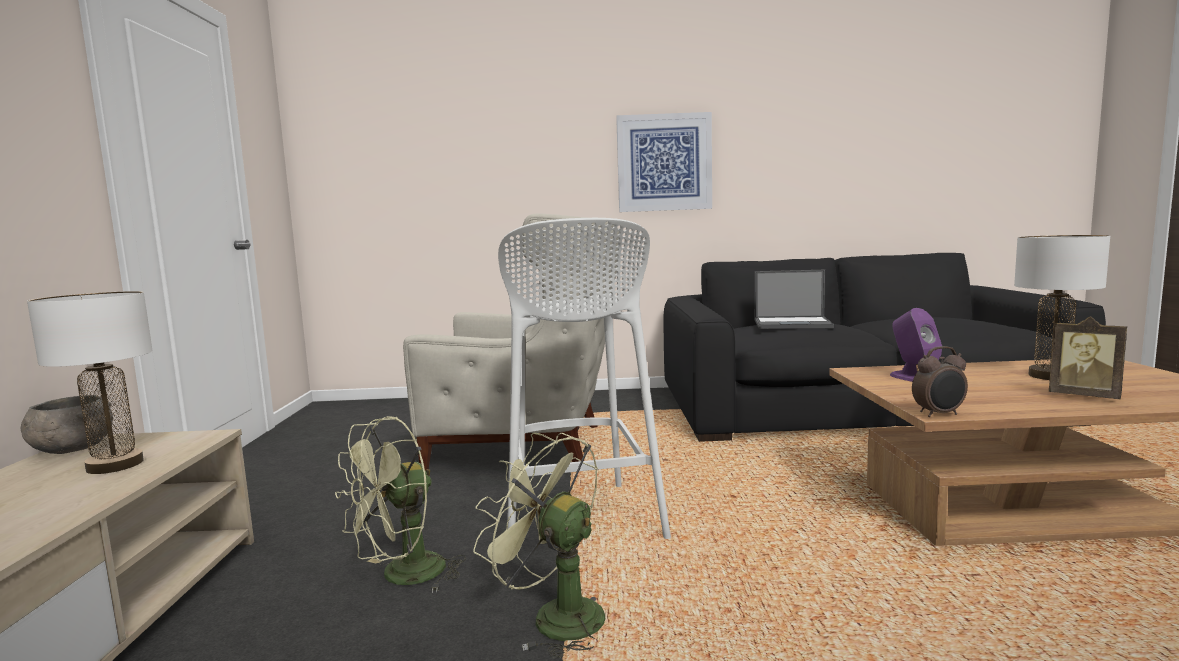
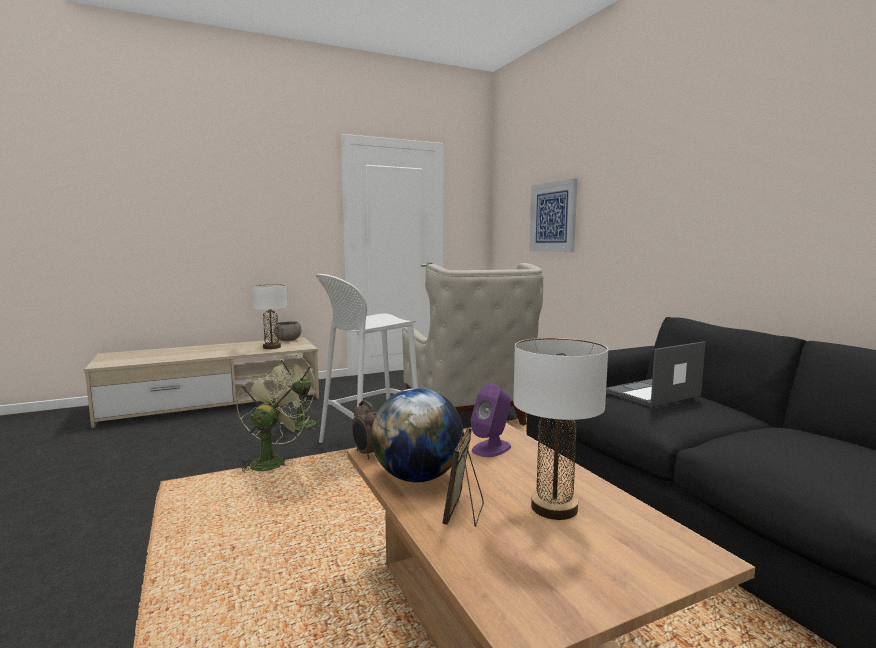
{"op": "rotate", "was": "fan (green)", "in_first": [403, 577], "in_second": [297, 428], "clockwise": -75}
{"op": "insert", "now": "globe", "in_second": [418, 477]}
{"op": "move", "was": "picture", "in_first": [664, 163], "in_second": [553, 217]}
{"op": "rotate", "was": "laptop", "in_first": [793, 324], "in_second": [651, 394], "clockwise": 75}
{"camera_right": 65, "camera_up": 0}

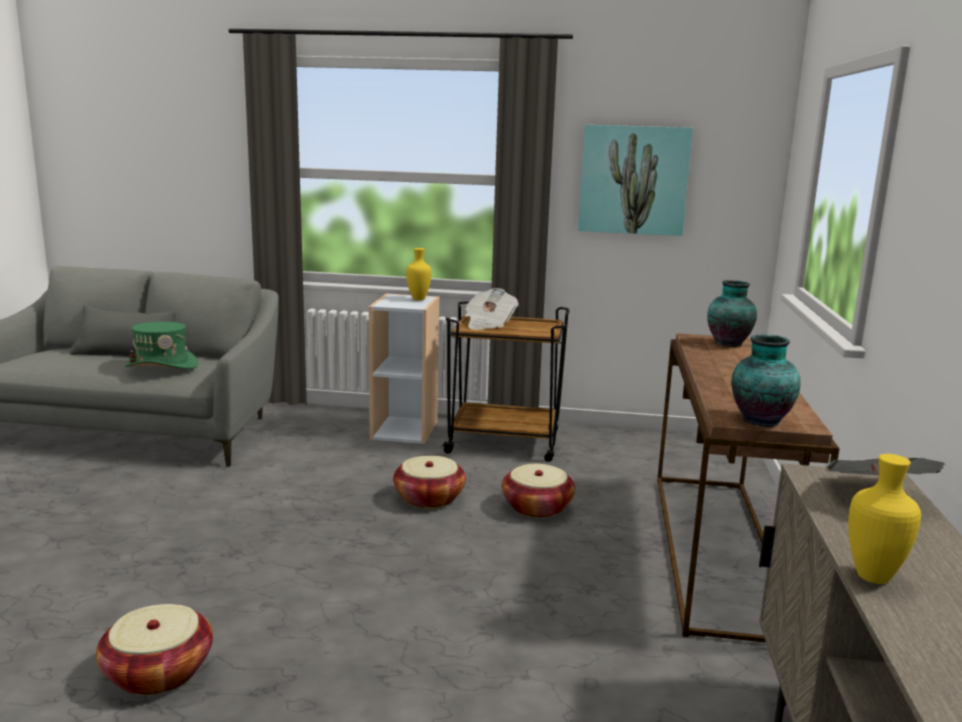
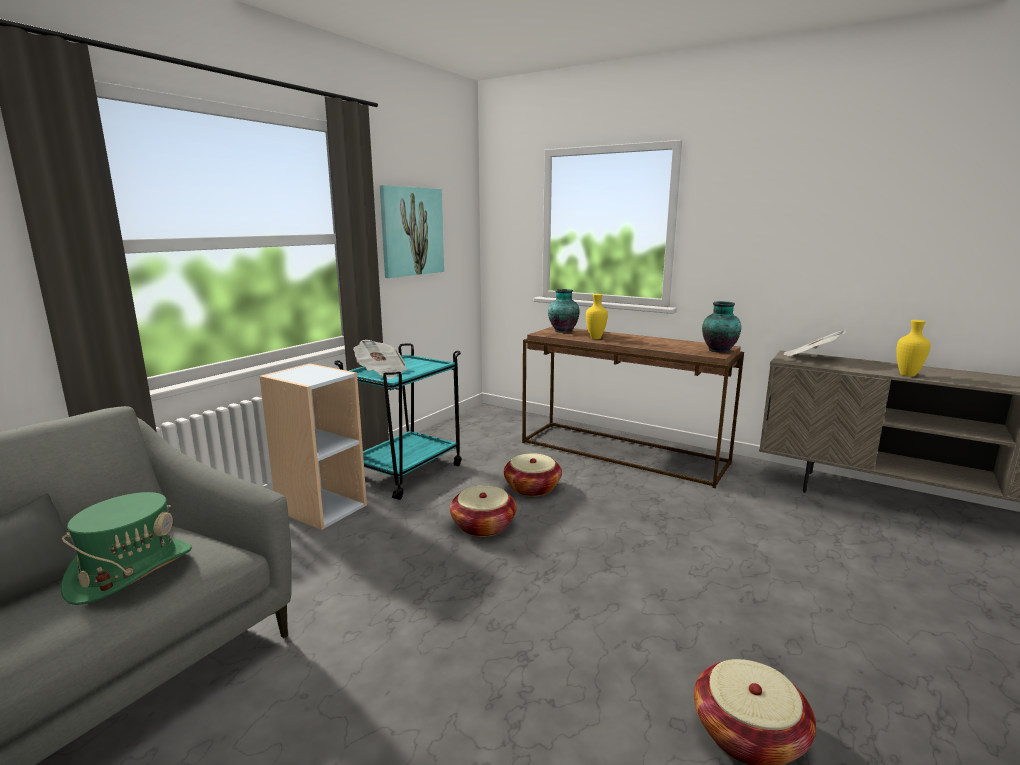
{"op": "recolor", "was": "cart (brown)", "now": "cart (turquoise)", "in_first": [504, 443], "in_second": [406, 472]}
{"op": "move", "was": "vase (yellow)", "in_first": [418, 299], "in_second": [595, 338]}
{"camera_right": -65, "camera_up": 0}

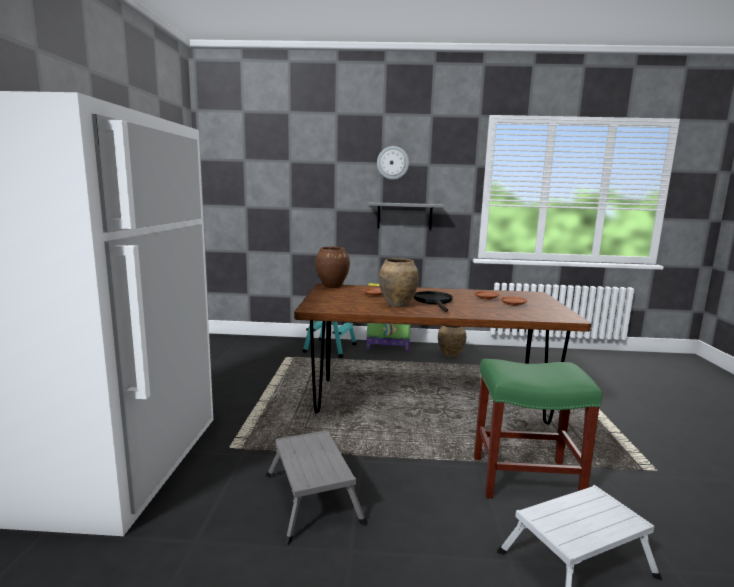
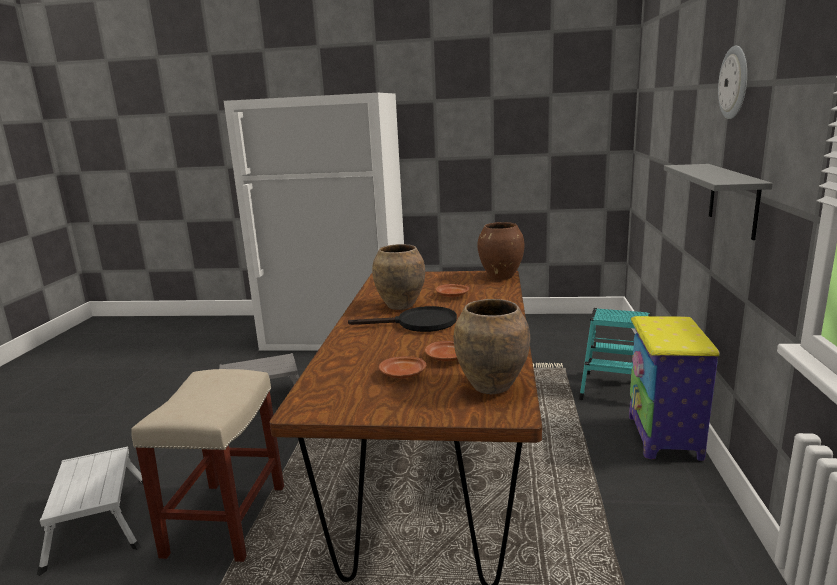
{"op": "recolor", "was": "stool (green)", "now": "stool (beige)", "in_first": [524, 479], "in_second": [226, 519]}
{"op": "move", "was": "vase (brown)", "in_first": [450, 355], "in_second": [491, 386]}
{"camera_right": 95, "camera_up": 5}

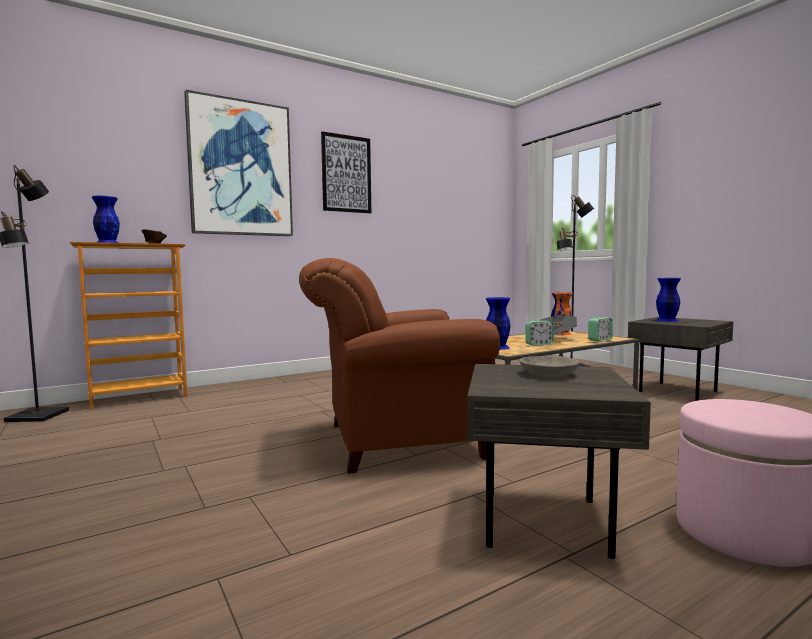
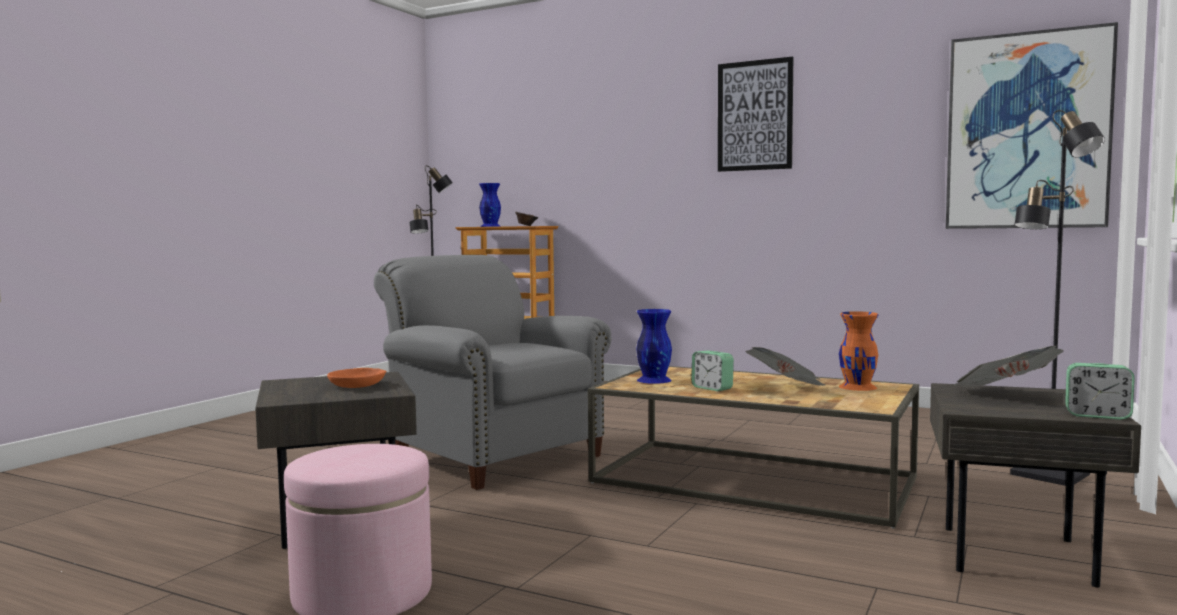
{"op": "recolor", "was": "bowl (grey)", "now": "bowl (orange)", "in_first": [548, 373], "in_second": [358, 385]}
{"op": "recolor", "was": "armchair (brown)", "now": "armchair (grey)", "in_first": [394, 441], "in_second": [491, 455]}
{"op": "move", "was": "picture", "in_first": [240, 169], "in_second": [1027, 131]}
{"op": "replace", "was": "vase (blue)", "now": "newspaper", "in_first": [666, 320], "in_second": [1004, 395]}
{"op": "move", "was": "alarm clock", "in_first": [600, 340], "in_second": [1097, 415]}
{"camera_right": 60, "camera_up": 0}

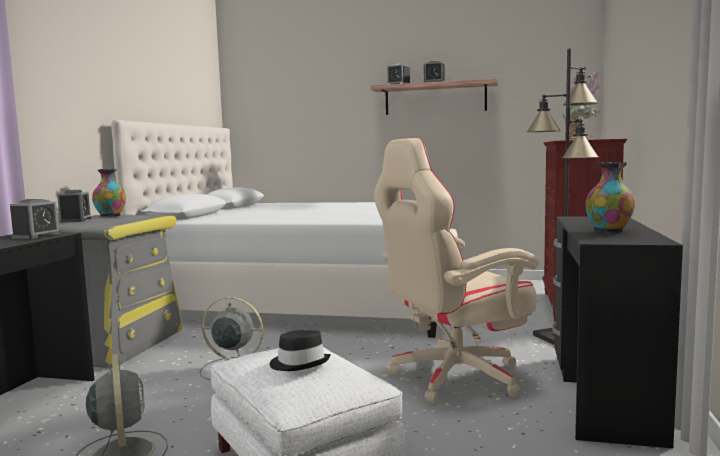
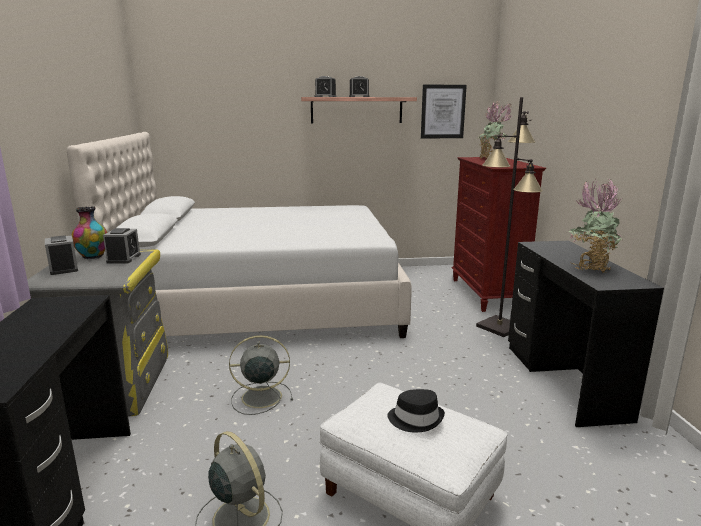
{"op": "move", "was": "alarm clock", "in_first": [36, 235], "in_second": [124, 258]}
{"op": "insert", "now": "picture", "in_second": [443, 111]}
{"op": "replace", "was": "vase", "now": "potted plant", "in_first": [609, 231], "in_second": [590, 268]}
{"op": "delete", "was": "office chair (beige)", "in_first": [456, 377]}
{"camera_right": -20, "camera_up": 10}

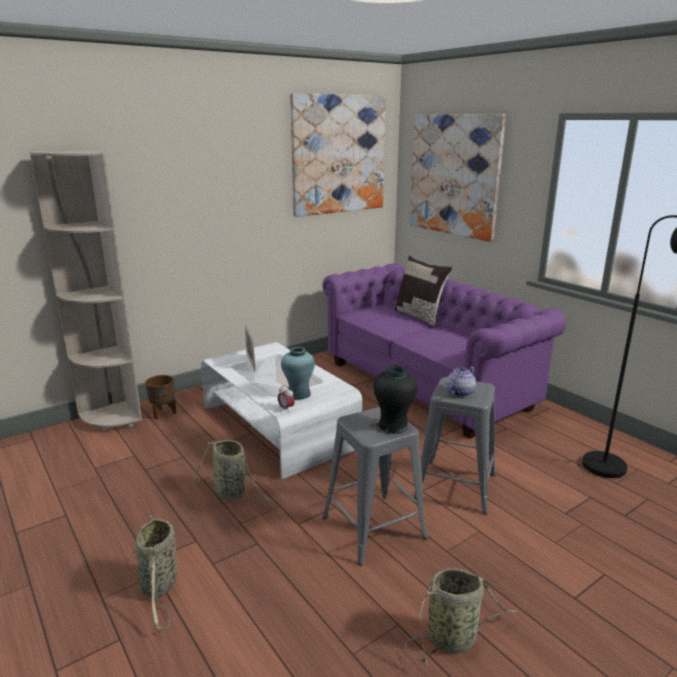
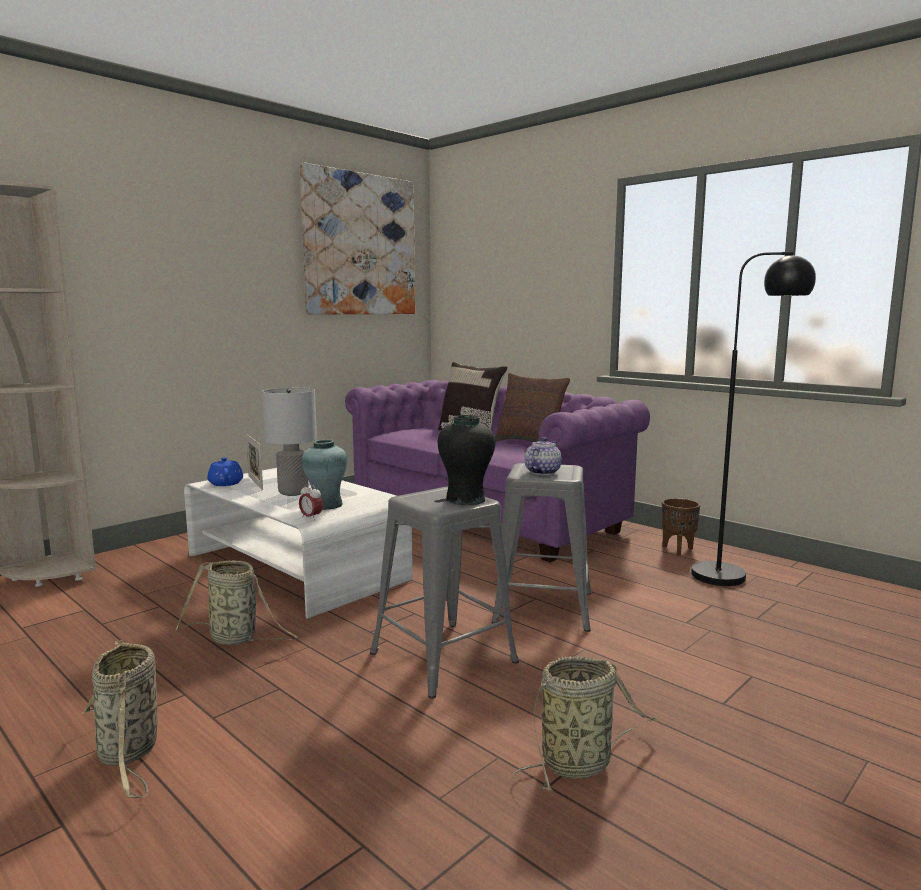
{"op": "insert", "now": "teapot (blue)", "in_second": [225, 483]}
{"op": "insert", "now": "table lamp (grey)", "in_second": [293, 494]}
{"op": "insert", "now": "pillow (brown)", "in_second": [530, 443]}
{"op": "move", "was": "planter (brown)", "in_first": [164, 413], "in_second": [678, 550]}
{"op": "delete", "was": "picture", "in_first": [454, 175]}
{"camera_right": -10, "camera_up": -10}

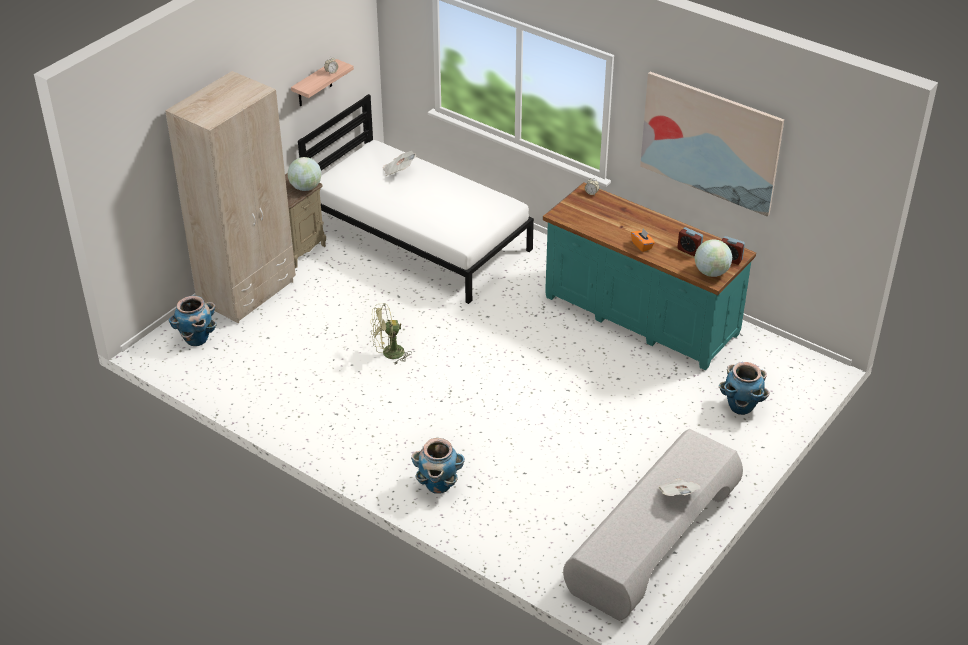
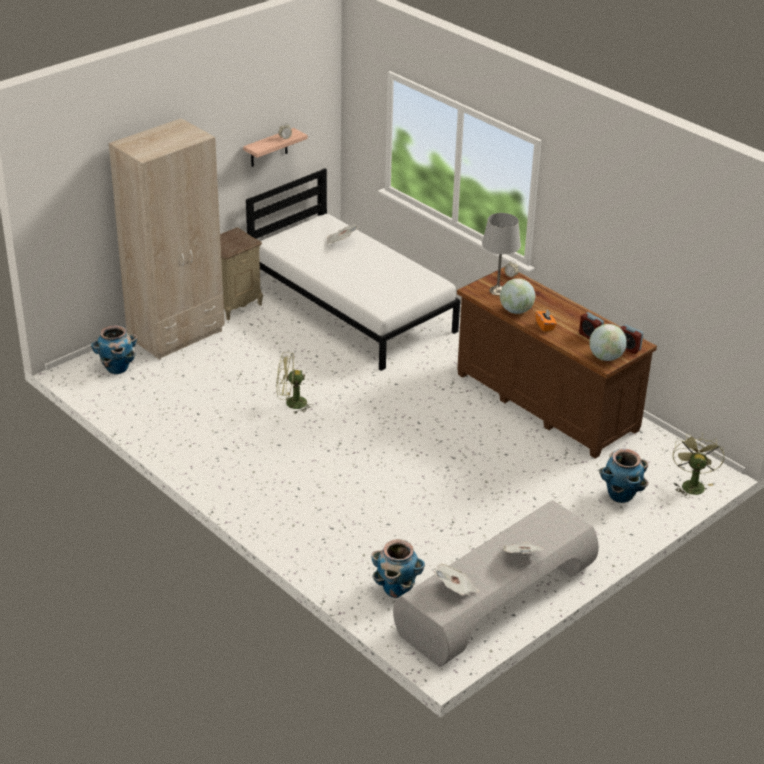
{"op": "move", "was": "planter", "in_first": [438, 485], "in_second": [397, 589]}
{"op": "insert", "now": "newspaper", "in_second": [456, 589]}
{"op": "recolor", "was": "dresser (turquoise)", "now": "dresser (brown)", "in_first": [641, 316], "in_second": [546, 403]}
{"op": "insert", "now": "table lamp (grey)", "in_second": [497, 291]}
{"op": "move", "was": "globe", "in_first": [305, 187], "in_second": [516, 311]}
{"op": "insert", "now": "fan (green)", "in_second": [692, 484]}
{"op": "delete", "was": "picture", "in_first": [710, 142]}
{"camera_right": 10, "camera_up": -5}

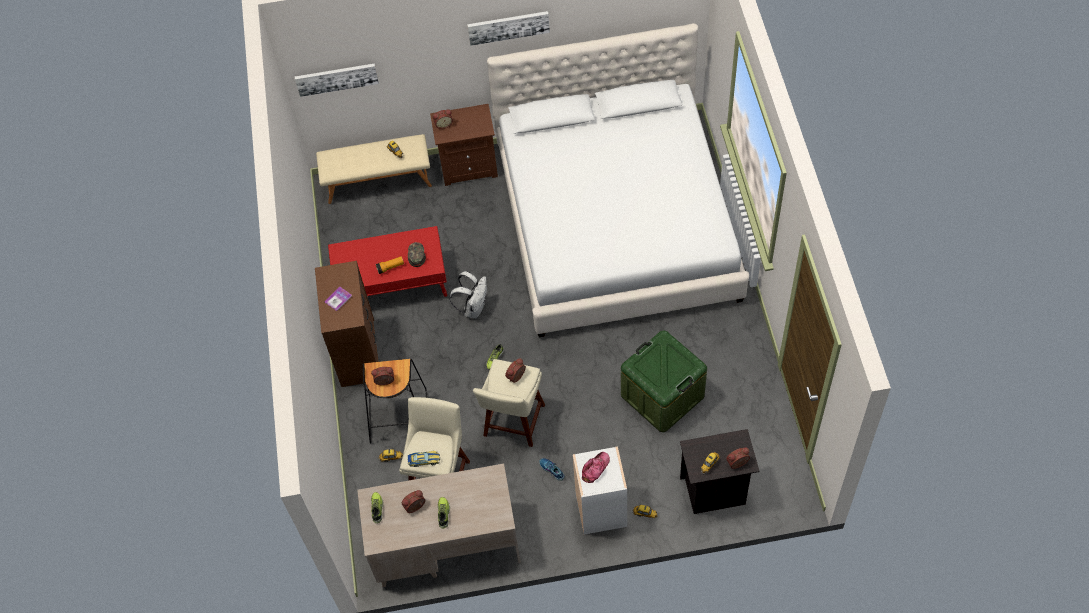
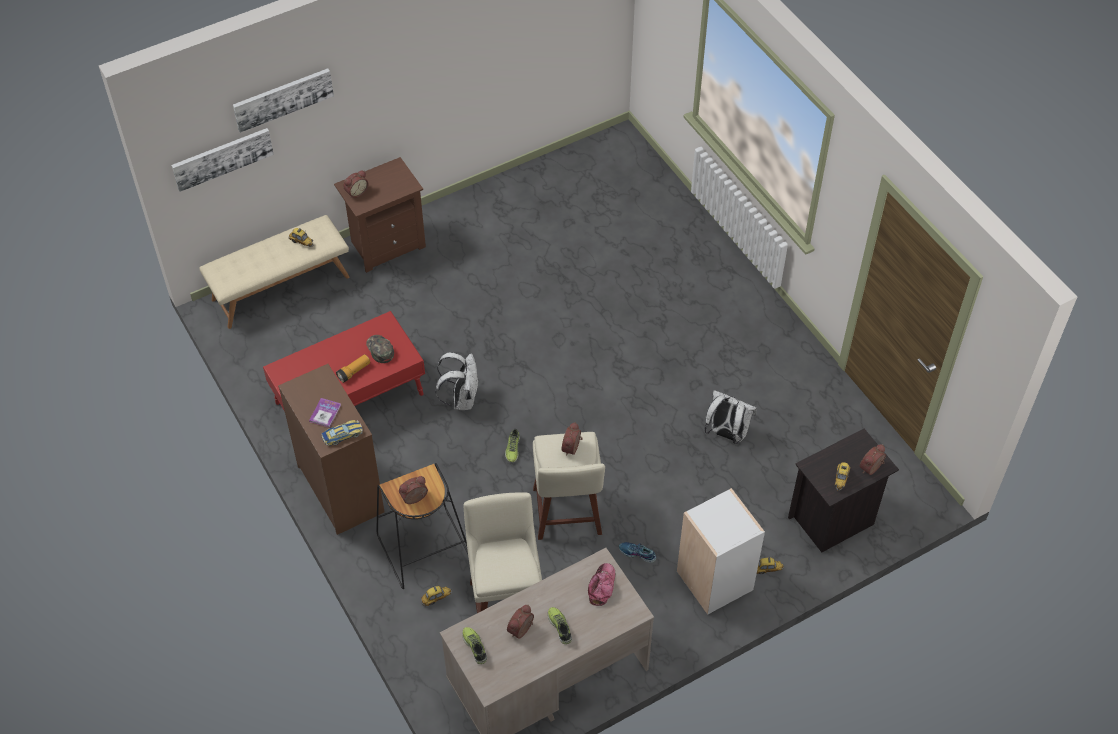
{"op": "move", "was": "picture", "in_first": [508, 27], "in_second": [283, 98]}
{"op": "move", "was": "toy car", "in_first": [424, 460], "in_second": [342, 435]}
{"op": "move", "was": "cap", "in_first": [595, 468], "in_second": [601, 586]}
{"op": "replace", "was": "storage box (green)", "now": "backpack (white)", "in_first": [662, 395], "in_second": [726, 434]}
{"op": "delete", "was": "bed (white)", "in_first": [616, 221]}
{"camera_right": -25, "camera_up": -5}

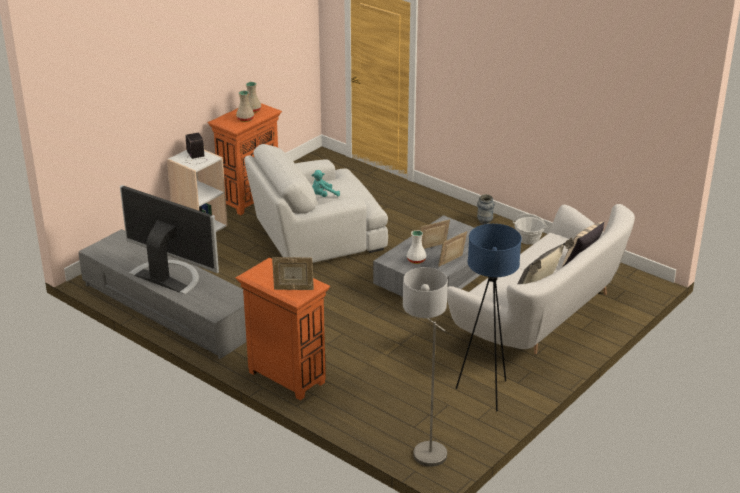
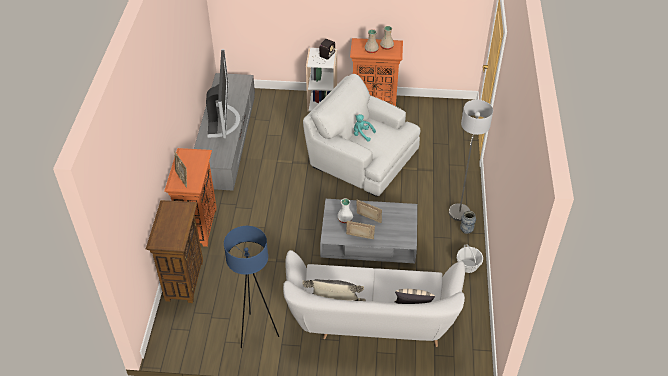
{"op": "insert", "now": "cabinet (brown)", "in_second": [184, 280]}
{"op": "move", "was": "floor lamp (grey)", "in_first": [423, 449], "in_second": [460, 208]}
{"camera_right": 55, "camera_up": 15}

